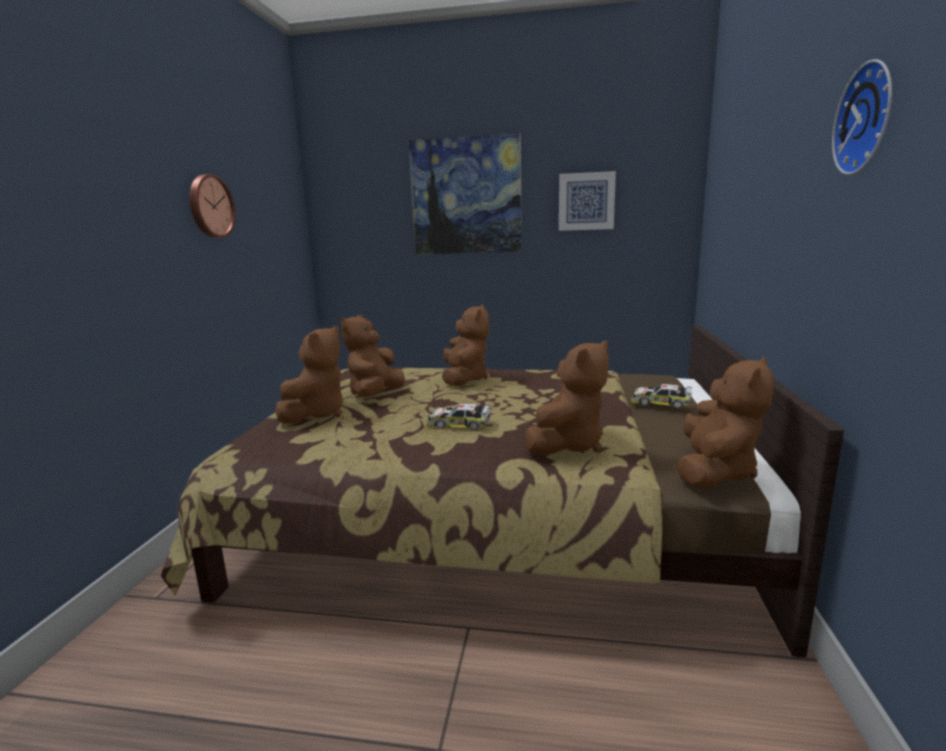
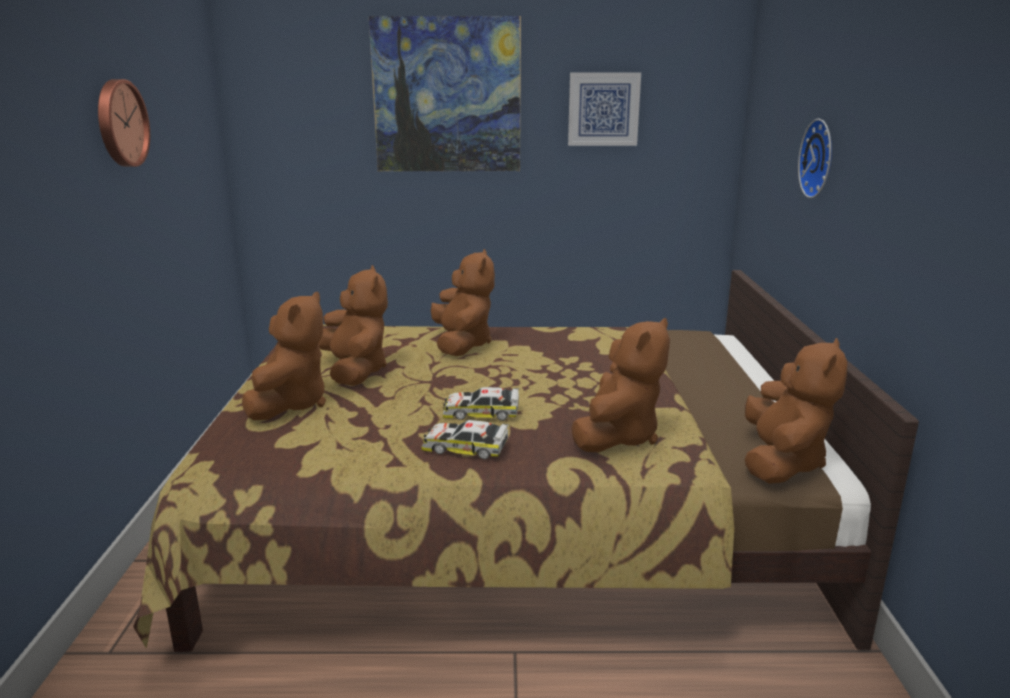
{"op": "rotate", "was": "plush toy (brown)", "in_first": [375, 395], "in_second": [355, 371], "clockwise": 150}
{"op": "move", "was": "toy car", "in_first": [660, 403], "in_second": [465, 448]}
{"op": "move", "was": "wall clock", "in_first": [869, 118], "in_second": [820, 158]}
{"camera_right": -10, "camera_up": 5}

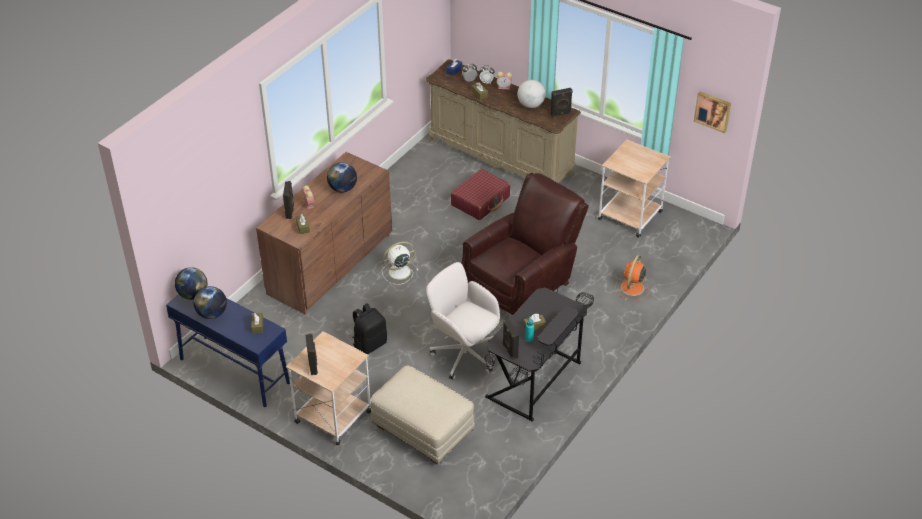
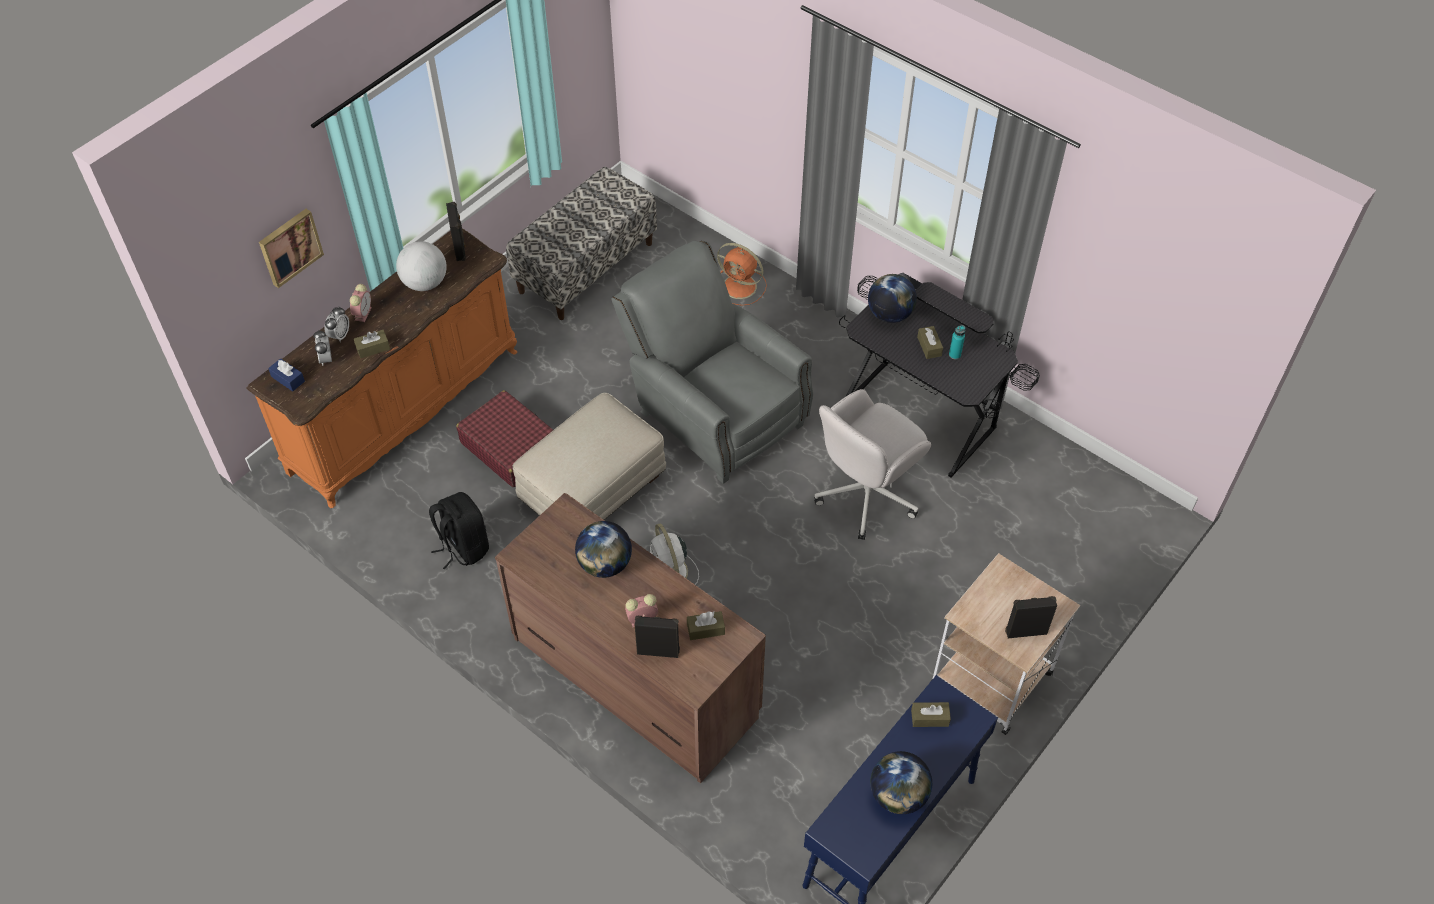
{"op": "recolor", "was": "cabinet (beige)", "now": "cabinet (orange)", "in_first": [499, 159], "in_second": [407, 412]}
{"op": "move", "was": "picture", "in_first": [713, 111], "in_second": [289, 246]}
{"op": "move", "was": "backpack (black)", "in_first": [370, 344], "in_second": [463, 547]}
{"op": "replace", "was": "cart (beige)", "now": "bench", "in_first": [631, 216], "in_second": [586, 267]}
{"op": "move", "was": "ottoman (beige)", "in_first": [423, 430], "in_second": [593, 489]}
{"op": "recolor", "was": "armchair (brown)", "now": "armchair (grey)", "in_first": [523, 282], "in_second": [713, 410]}
{"op": "move", "was": "globe", "in_first": [193, 295], "in_second": [889, 314]}
{"op": "delete", "was": "speaker (black)", "in_first": [509, 351]}
{"camera_right": -85, "camera_up": 10}

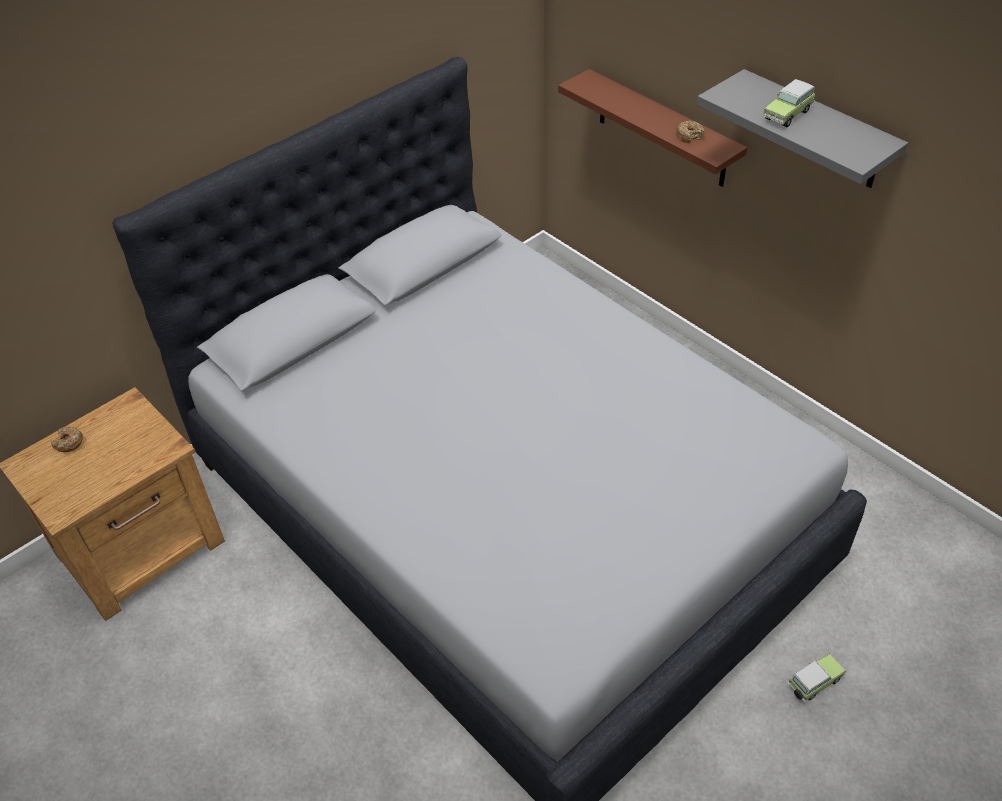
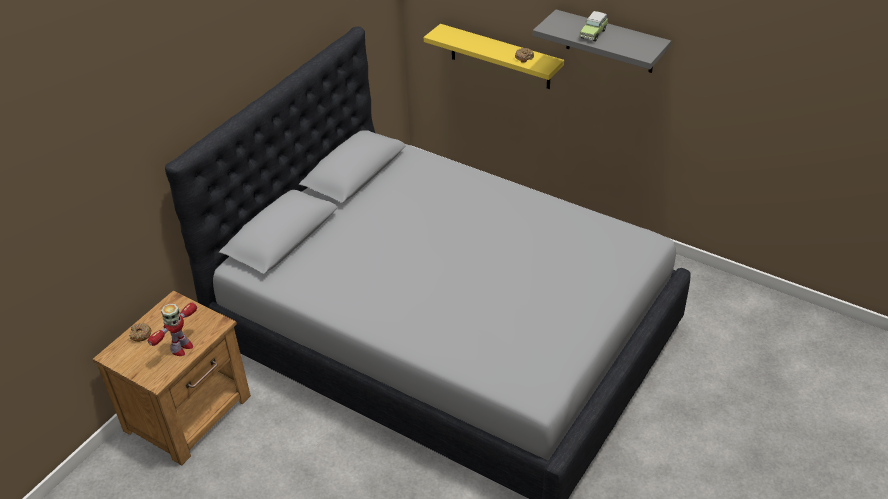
{"op": "insert", "now": "toy robot", "in_second": [181, 348]}
{"op": "recolor", "was": "shelf (brown)", "now": "shelf (yellow)", "in_first": [662, 129], "in_second": [500, 57]}
{"op": "delete", "was": "toy car", "in_first": [813, 683]}
{"camera_right": -15, "camera_up": -5}

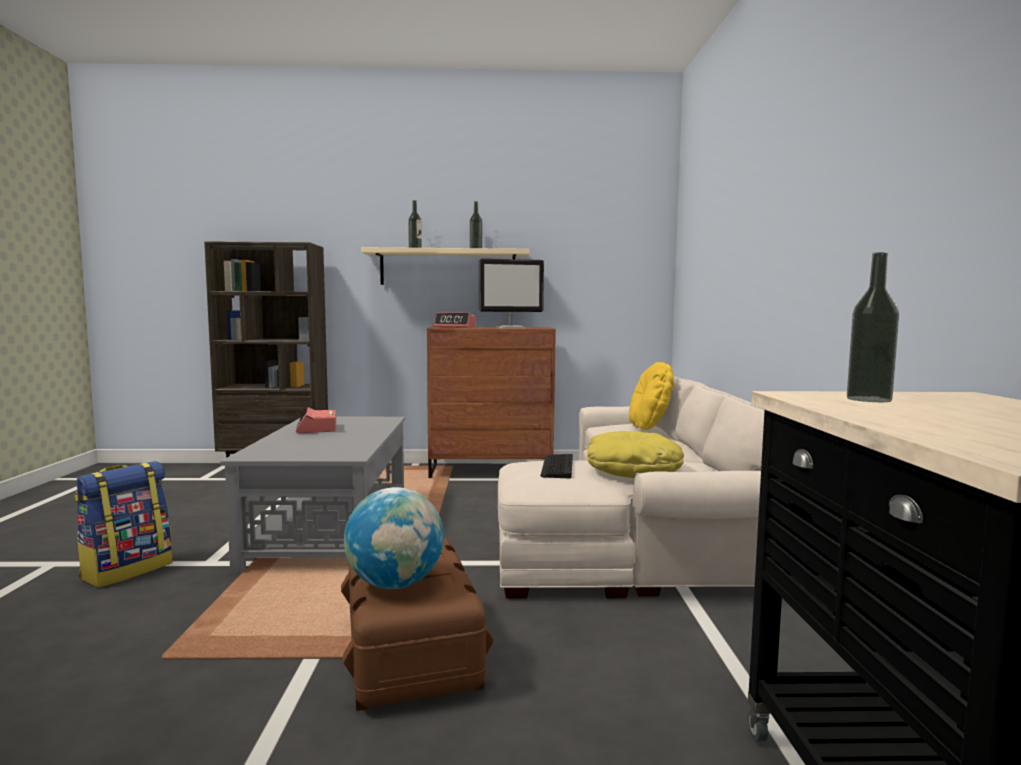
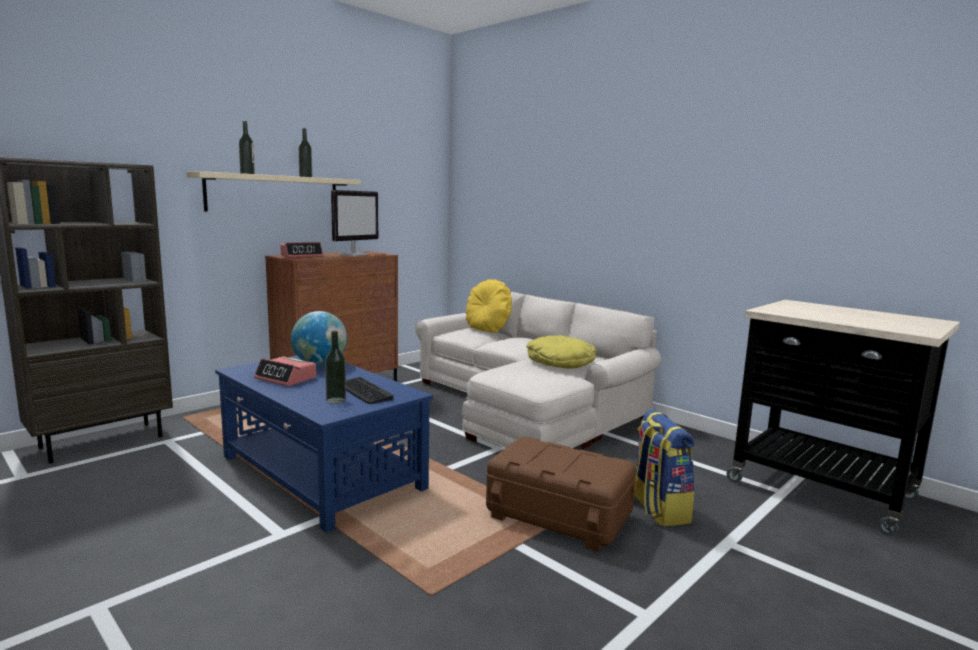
{"op": "recolor", "was": "coffee table (grey)", "now": "coffee table (blue)", "in_first": [330, 530], "in_second": [321, 473]}
{"op": "move", "was": "globe", "in_first": [395, 584], "in_second": [320, 364]}
{"op": "move", "was": "bottle", "in_first": [868, 399], "in_second": [336, 400]}
{"op": "move", "was": "keyboard", "in_first": [557, 467], "in_second": [364, 391]}
{"op": "move", "was": "backpack", "in_first": [127, 570], "in_second": [657, 509]}
{"camera_right": -45, "camera_up": 5}

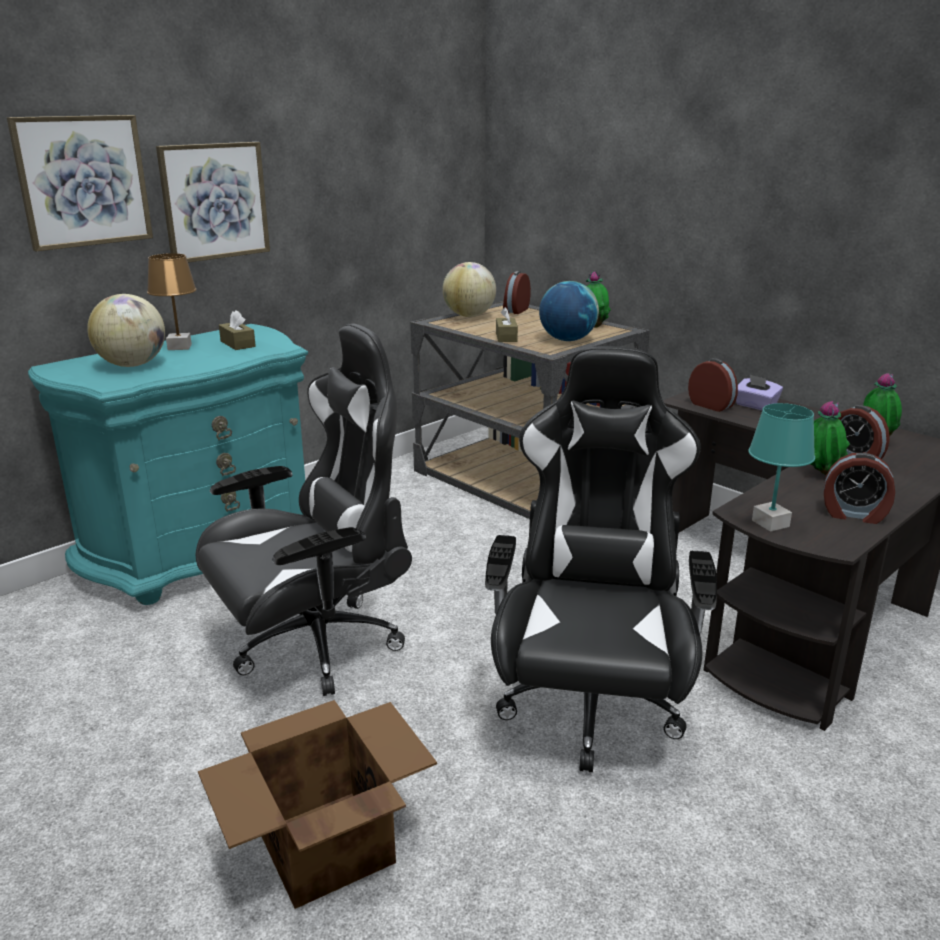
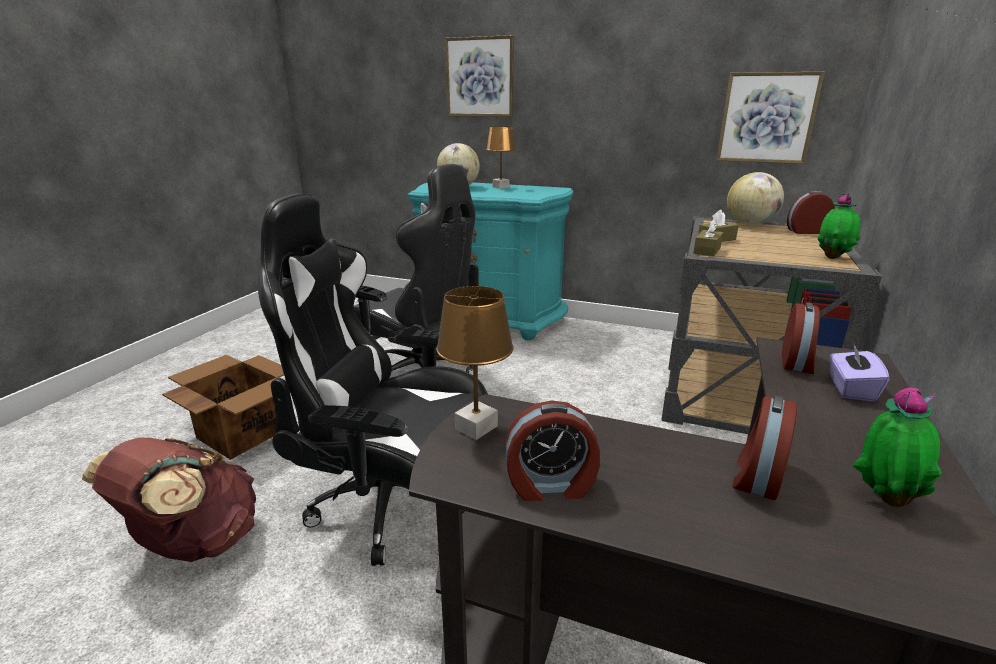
{"op": "insert", "now": "backpack (brown)", "in_second": [195, 543]}
{"op": "rotate", "was": "office chair (black)", "in_first": [590, 715], "in_second": [399, 505], "clockwise": -150}
{"op": "recolor", "was": "table lamp (turquoise)", "now": "table lamp (brown)", "in_first": [771, 523], "in_second": [476, 428]}
{"op": "rotate", "was": "alarm clock", "in_first": [854, 514], "in_second": [550, 486], "clockwise": -90}
{"op": "move", "was": "tissue box (brown)", "in_first": [237, 344], "in_second": [707, 250]}
{"op": "move", "was": "picture", "in_first": [214, 201], "in_second": [767, 118]}
{"op": "delete", "was": "globe", "in_first": [567, 340]}
{"op": "delete", "was": "potted plant", "in_first": [820, 474]}
{"camera_right": 65, "camera_up": 0}

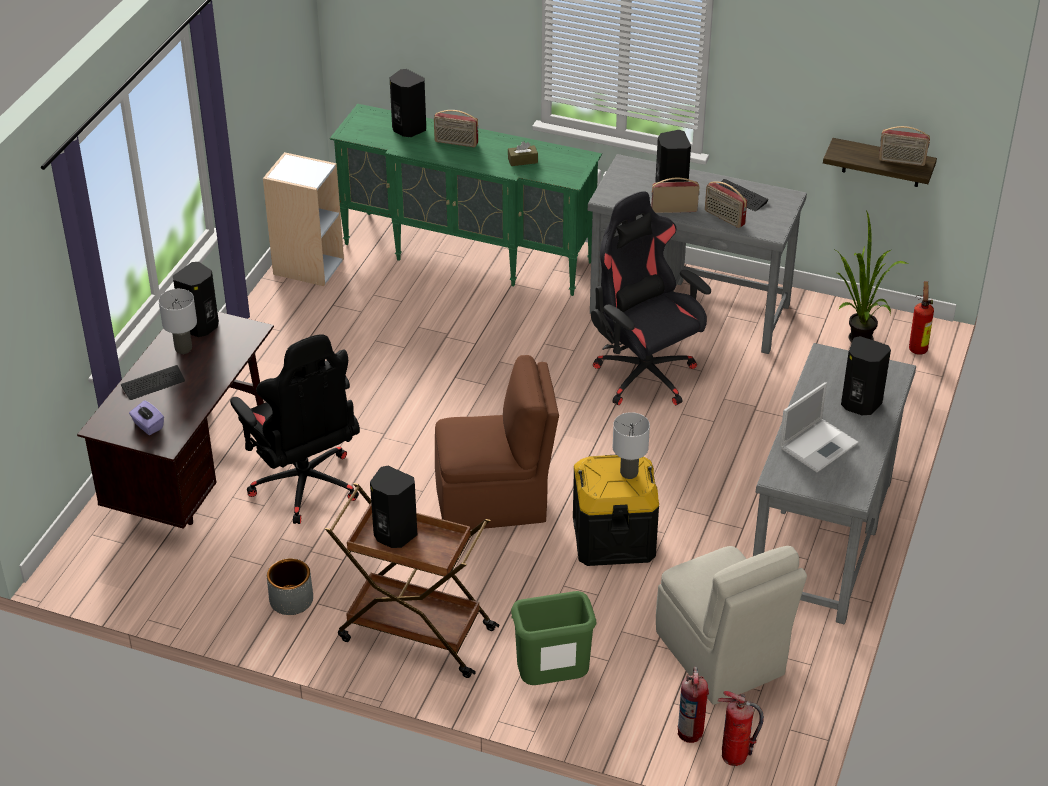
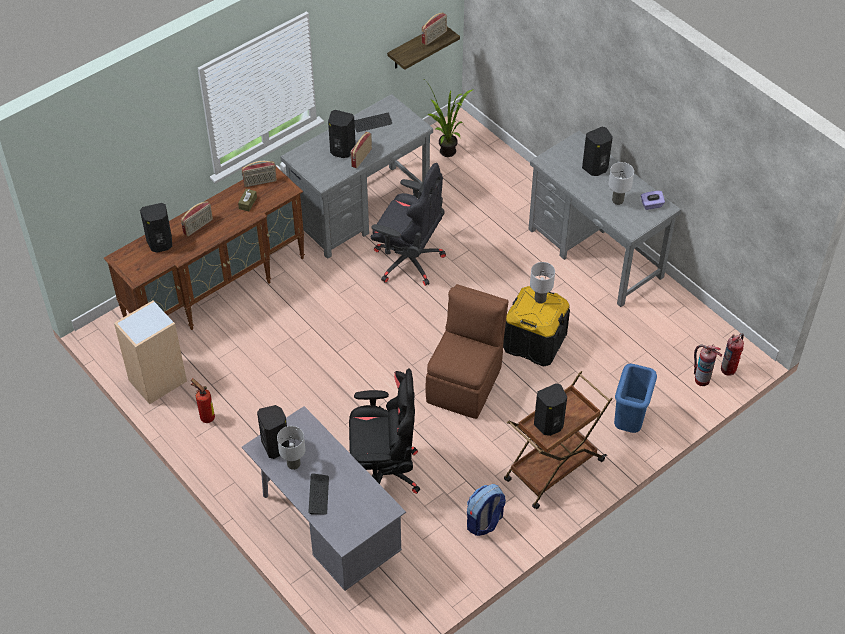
{"op": "recolor", "was": "cabinet (green)", "now": "cabinet (brown)", "in_first": [467, 254], "in_second": [217, 291]}
{"op": "move", "was": "fire extinguisher", "in_first": [918, 348], "in_second": [206, 417]}
{"op": "recolor", "was": "desk (brown)", "now": "desk (grey)", "in_first": [192, 471], "in_second": [326, 530]}
{"op": "move", "was": "radio", "in_first": [724, 218], "in_second": [260, 182]}
{"op": "rotate", "was": "office chair (black)", "in_first": [646, 377], "in_second": [407, 261], "clockwise": -150}
{"op": "replace", "was": "planter (grey)", "now": "backpack", "in_first": [291, 600], "in_second": [484, 522]}
{"op": "replace", "was": "laptop", "now": "table lamp (white)", "in_first": [819, 444], "in_second": [617, 201]}
{"op": "recolor", "was": "trash can (green)", "now": "trash can (blue)", "in_first": [552, 681], "in_second": [629, 423]}
{"op": "move", "was": "tissue box (purple)", "in_first": [148, 426], "in_second": [651, 205]}
{"op": "delete", "was": "chair (beige)", "in_first": [721, 656]}
{"camera_right": -60, "camera_up": 10}

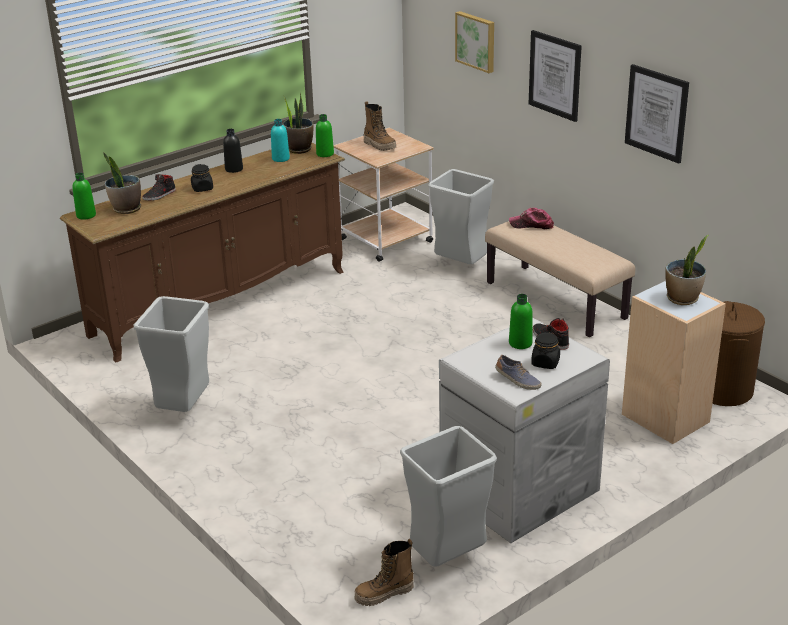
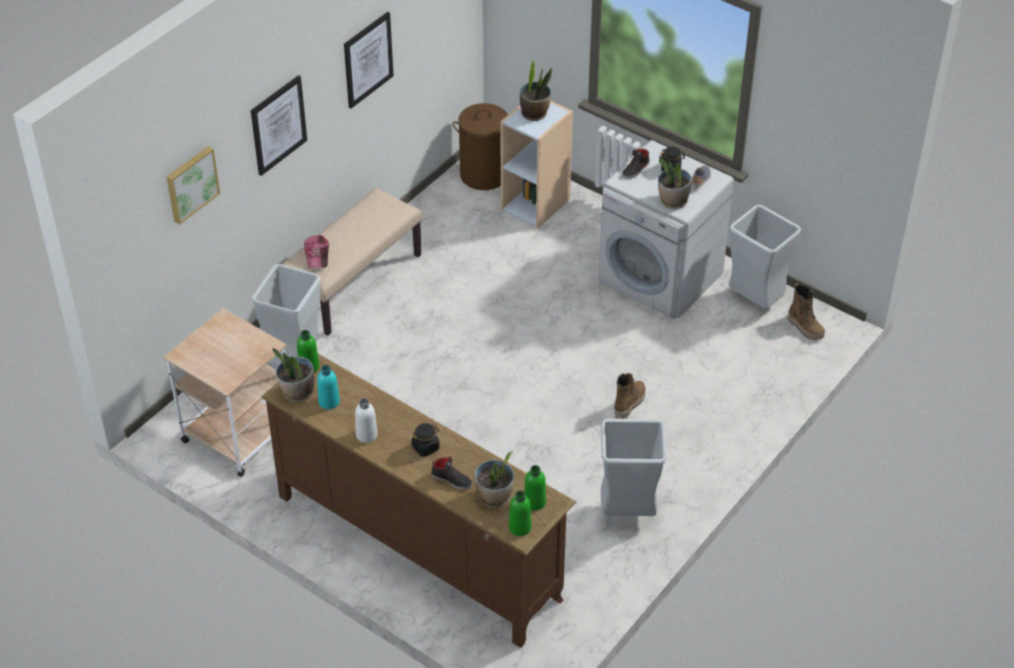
{"op": "recolor", "was": "bottle (black)", "now": "bottle (white)", "in_first": [234, 169], "in_second": [366, 435]}
{"op": "move", "was": "bottle (green)", "in_first": [520, 343], "in_second": [534, 502]}
{"op": "move", "was": "boot", "in_first": [379, 145], "in_second": [629, 403]}
{"op": "insert", "now": "potted plant", "in_second": [673, 201]}
{"camera_right": -105, "camera_up": 15}

